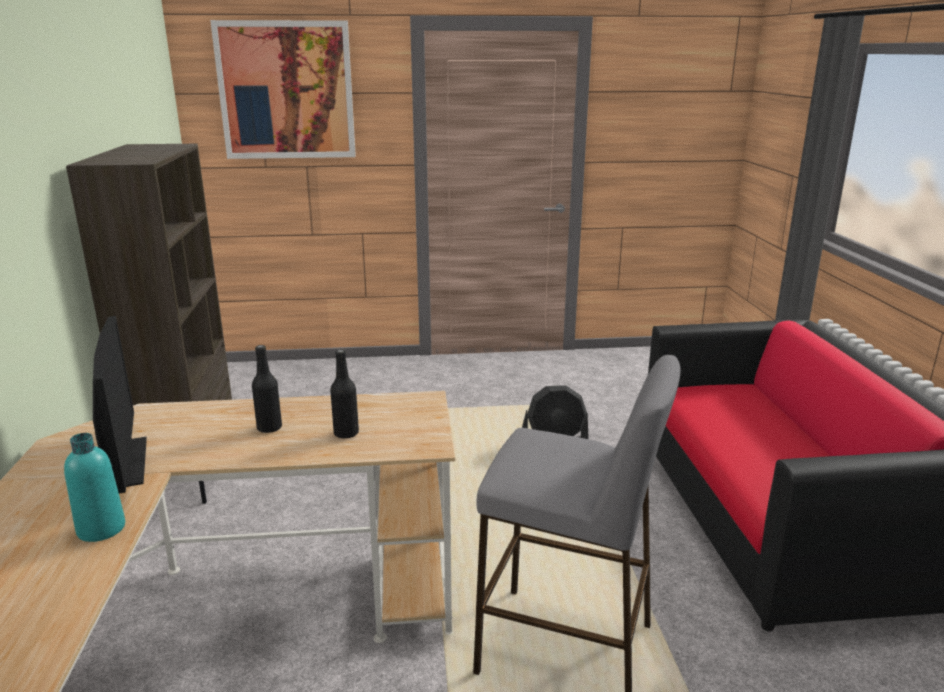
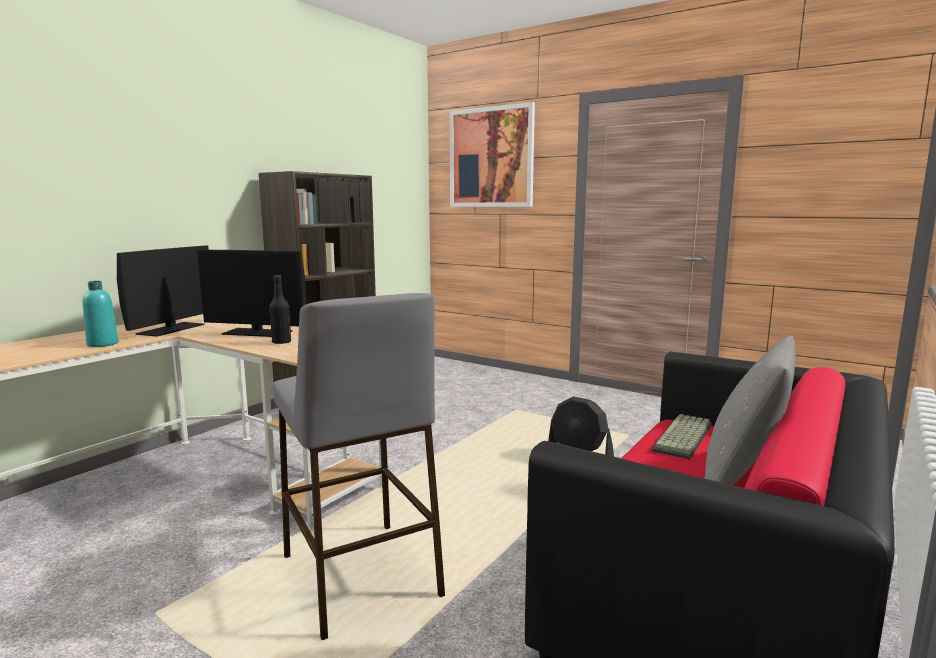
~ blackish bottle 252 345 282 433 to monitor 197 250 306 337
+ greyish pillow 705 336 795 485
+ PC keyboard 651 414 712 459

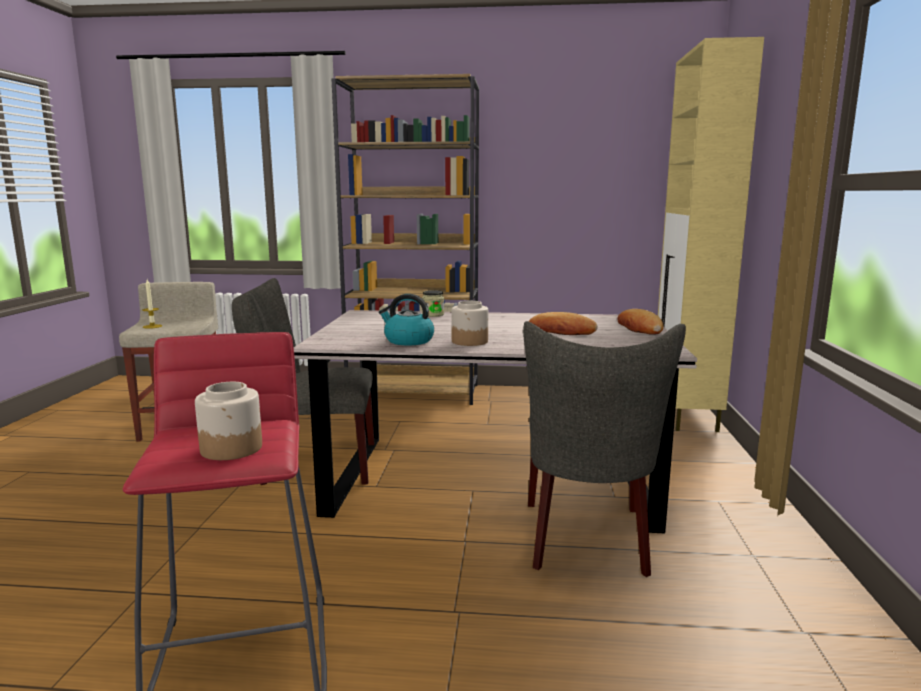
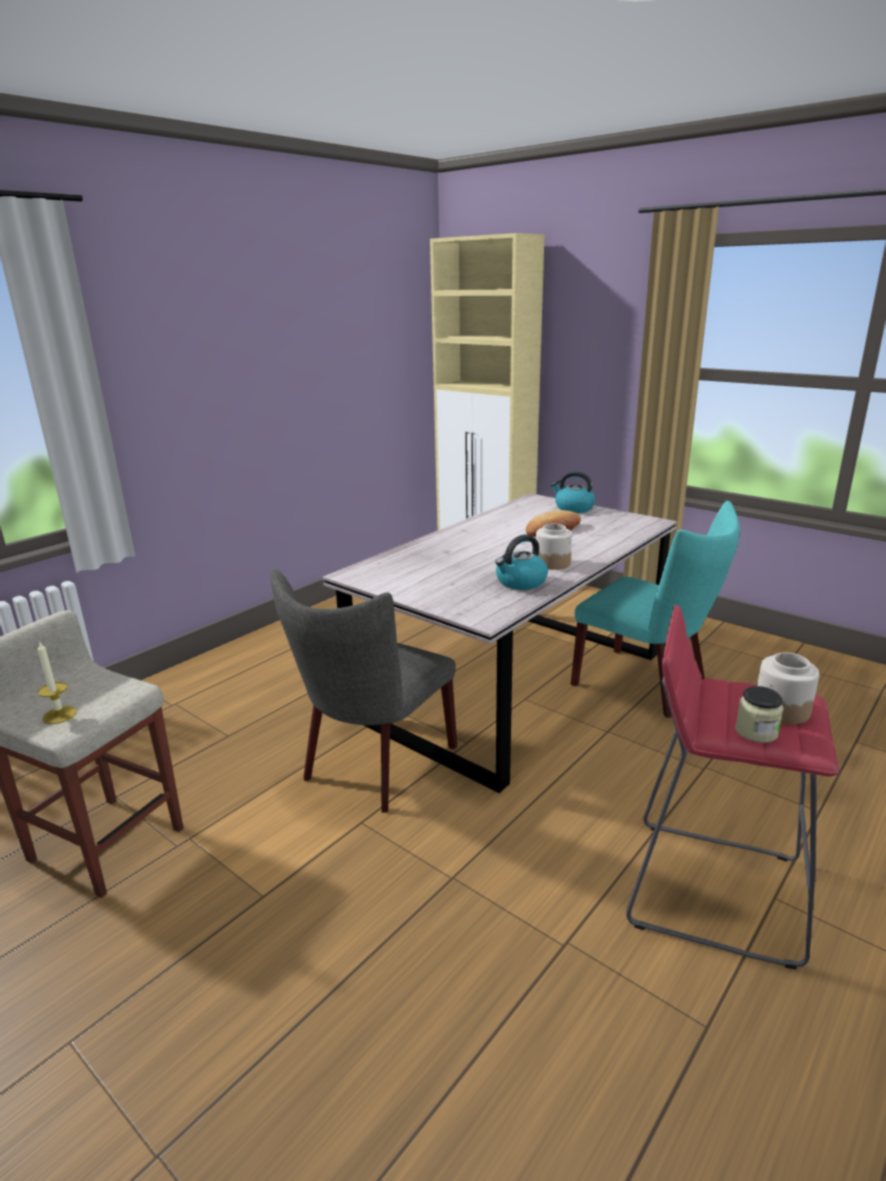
- brown-coloured bookshelf 332 74 479 405
~ preserve jar 422 290 444 317 to 735 686 783 743
~ bakery bread 617 309 664 335 to kettle 551 471 595 513
~ greyish upright chair 523 321 686 577 to turquoise upright chair 571 501 740 718

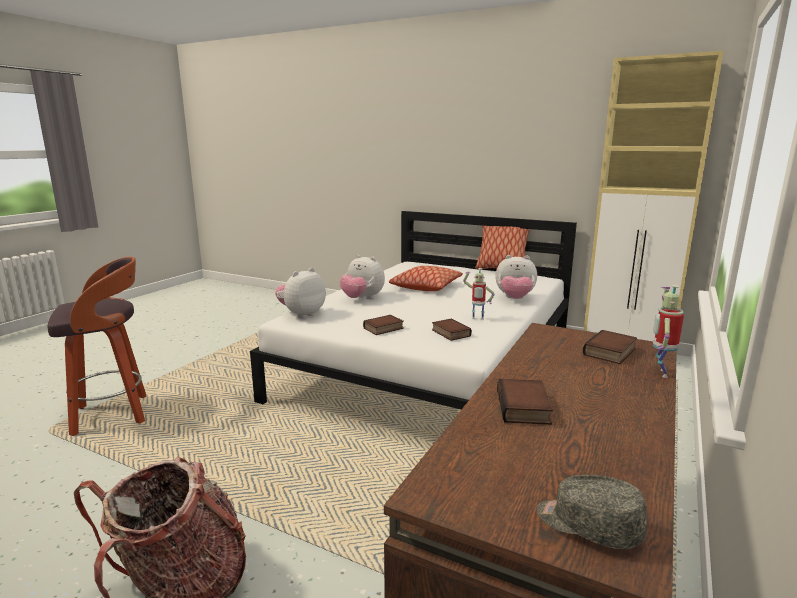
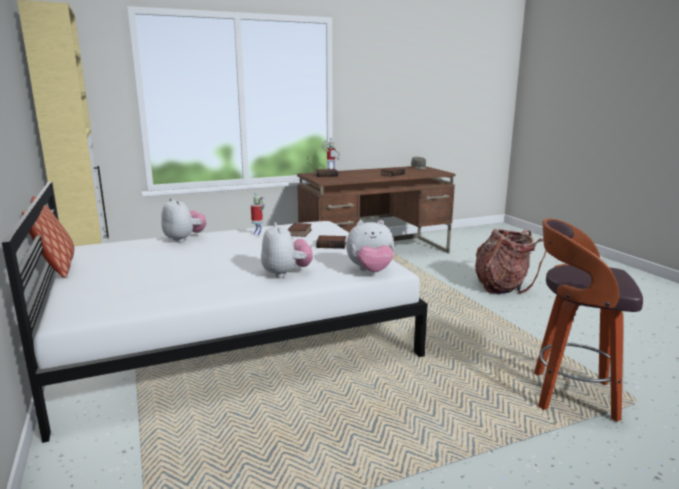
- pillow 389 266 463 291

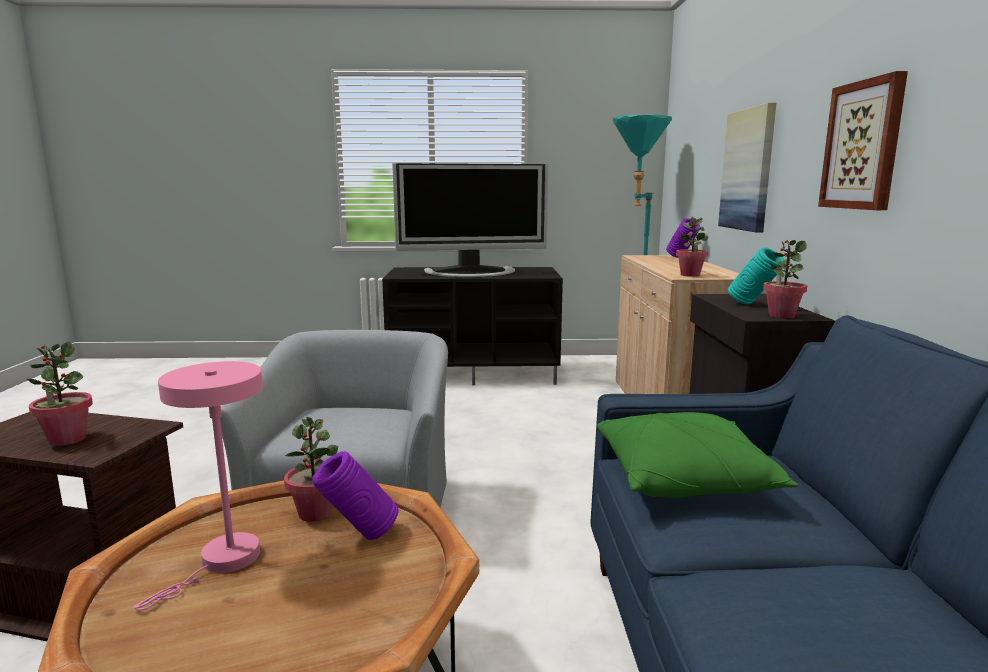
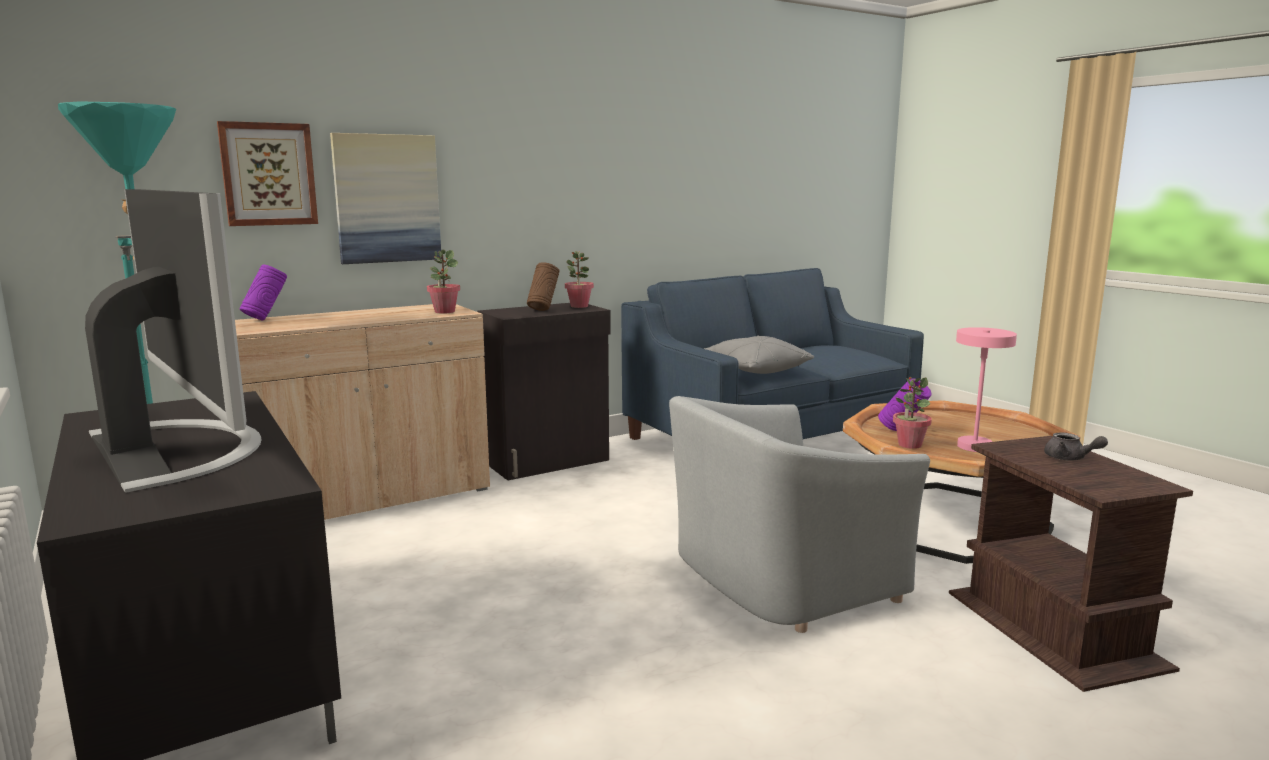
~ picture 818 71 908 210 to 217 121 318 226
~ turquoise flower vase 728 247 785 305 to brown-coloured flower vase 527 262 559 311
~ potted plant 27 342 93 446 to greyish teapot 1044 432 1108 461
~ green pillow 597 412 799 498 to greyish pillow 704 336 814 374

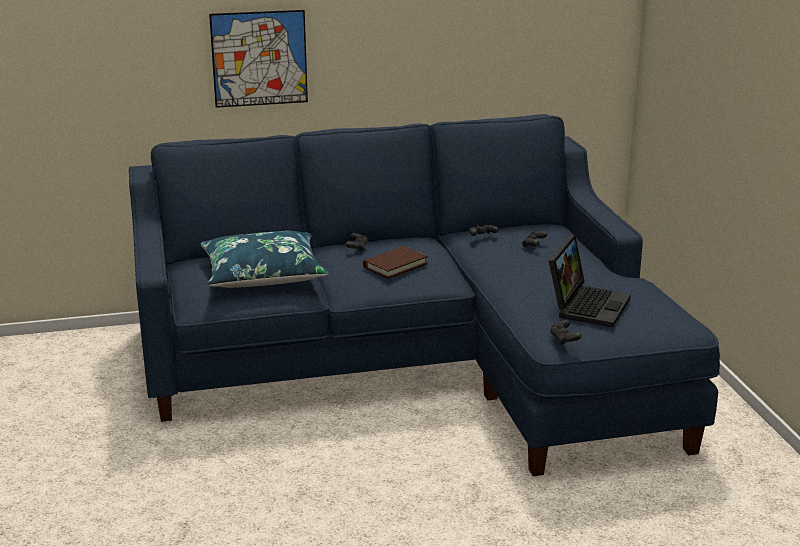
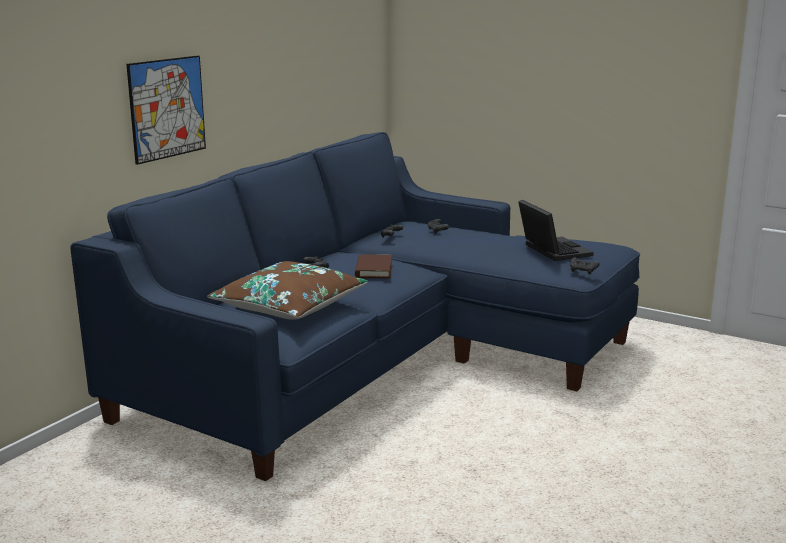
~ bluish pillow 200 231 329 288 to brown-coloured pillow 207 261 368 320

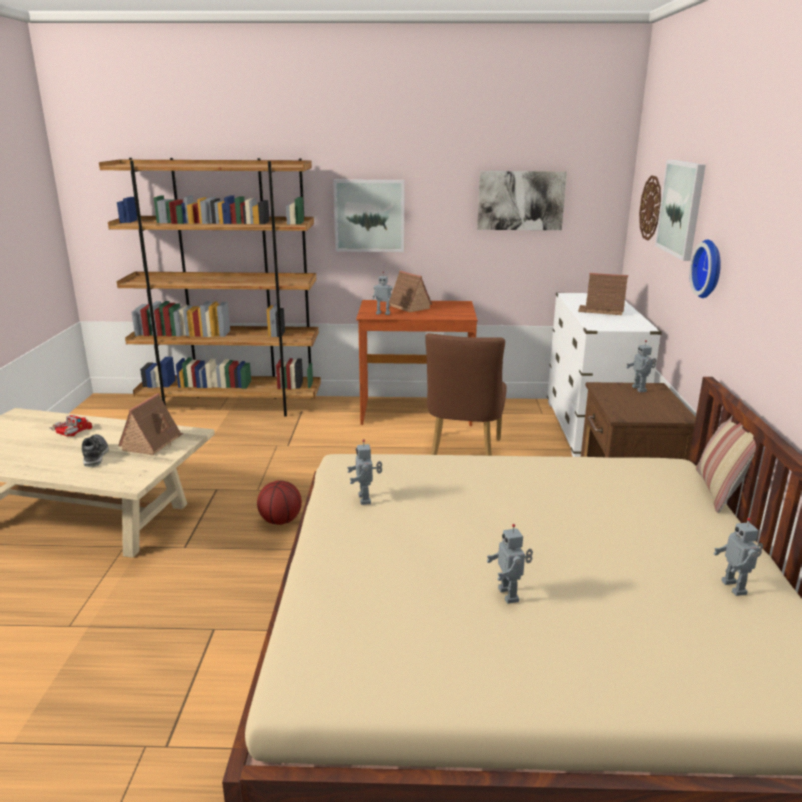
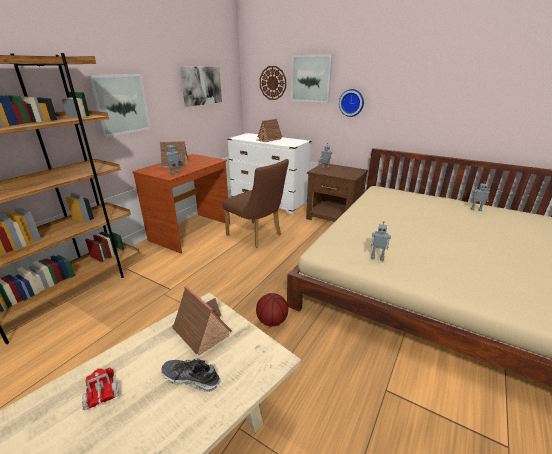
- pillow 696 398 756 513
- model robot 487 524 533 604

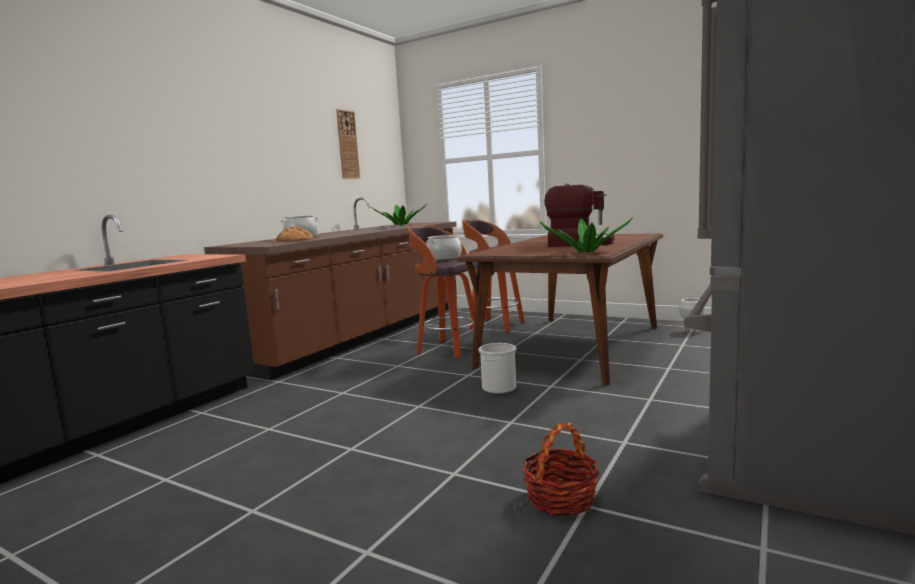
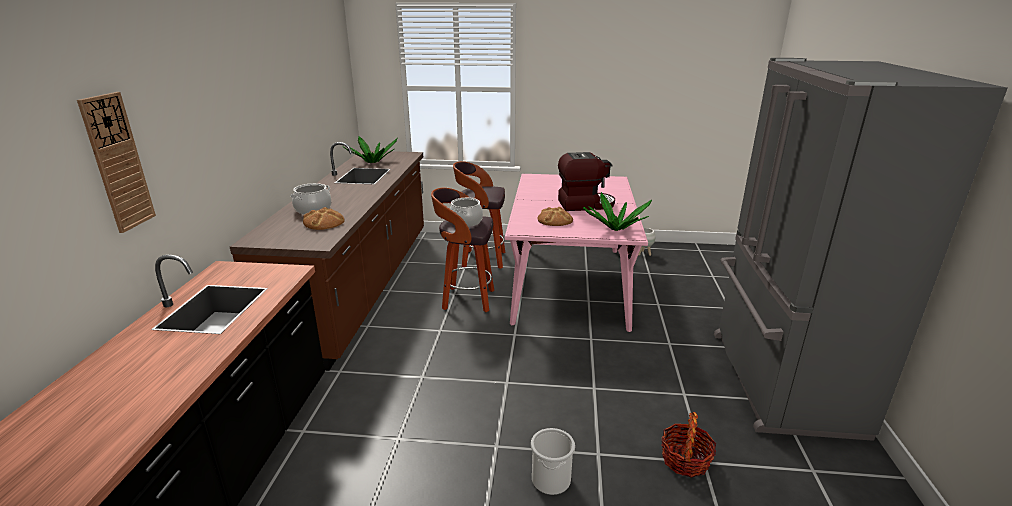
~ hanging clock 336 109 360 178 to 77 92 156 233
~ brown-coloured dinner table 457 233 663 385 to pink dinner table 505 174 648 332
~ water bucket 478 343 516 394 to 531 428 575 495
+ bakery bread 537 207 573 226

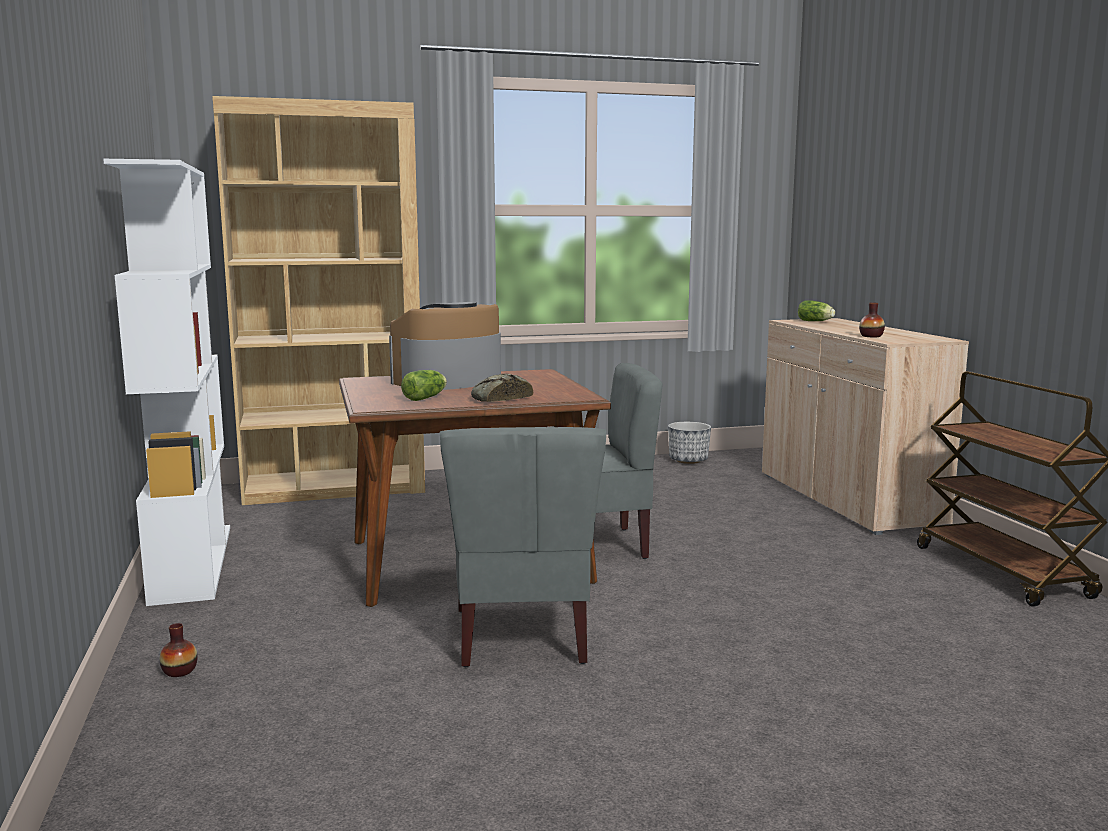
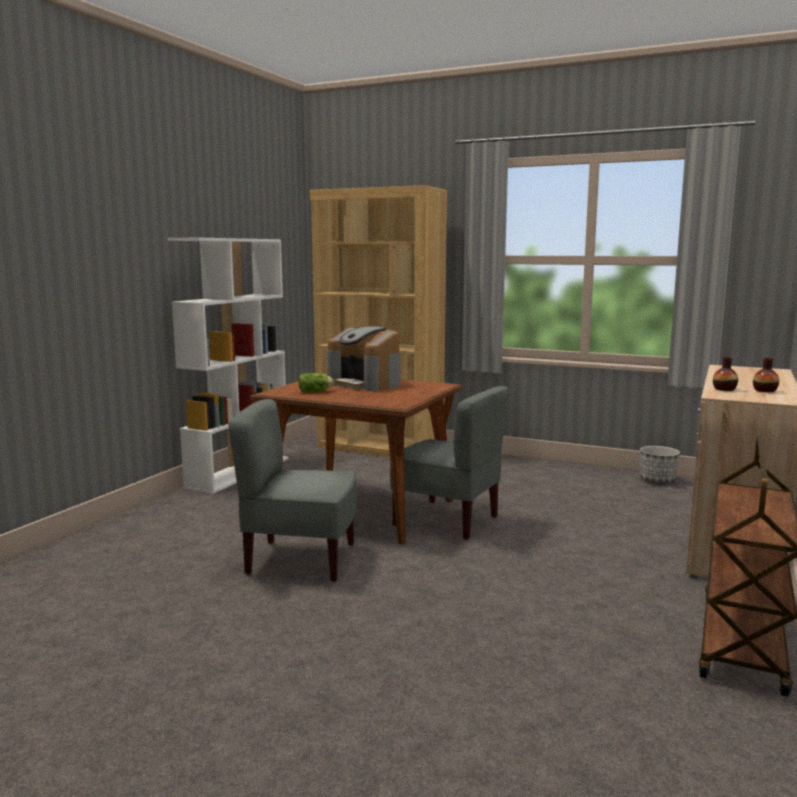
- head of lettuce 798 300 835 321
~ coffee machine 389 302 501 390 = 327 326 400 391 135 degrees counterclockwise
- bakery bread 471 373 533 402
~ greyish upright chair 440 427 606 667 = 228 399 357 582 60 degrees clockwise
~ flower vase 159 623 198 677 to 753 358 779 392

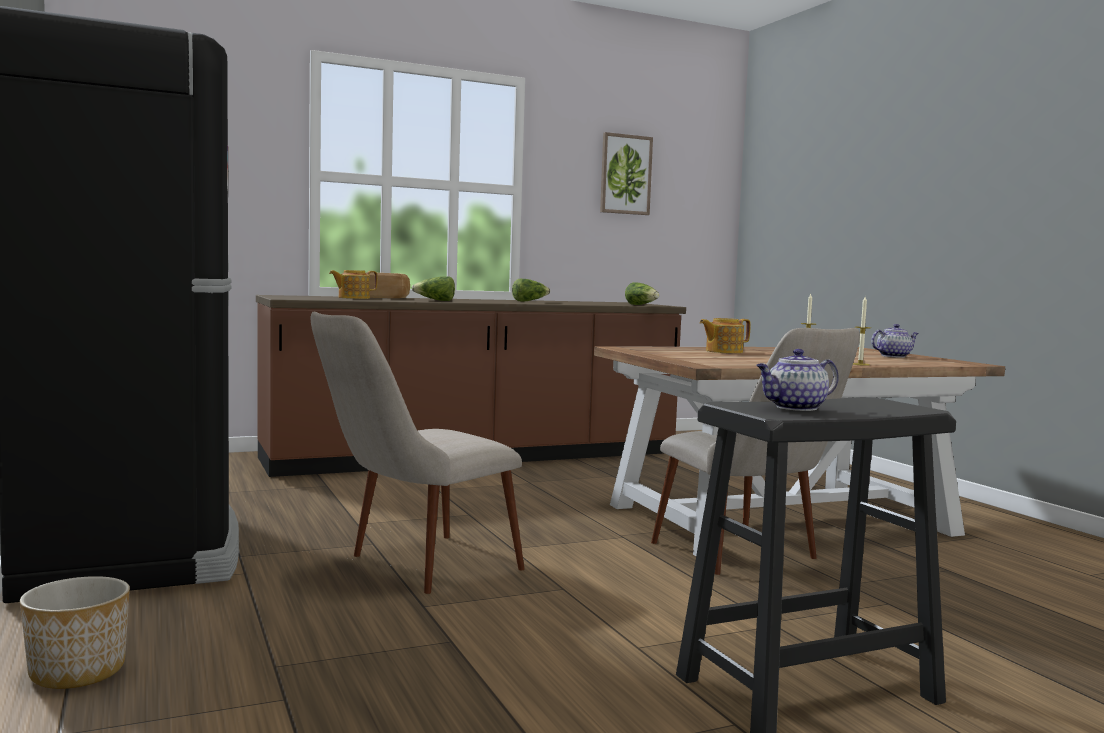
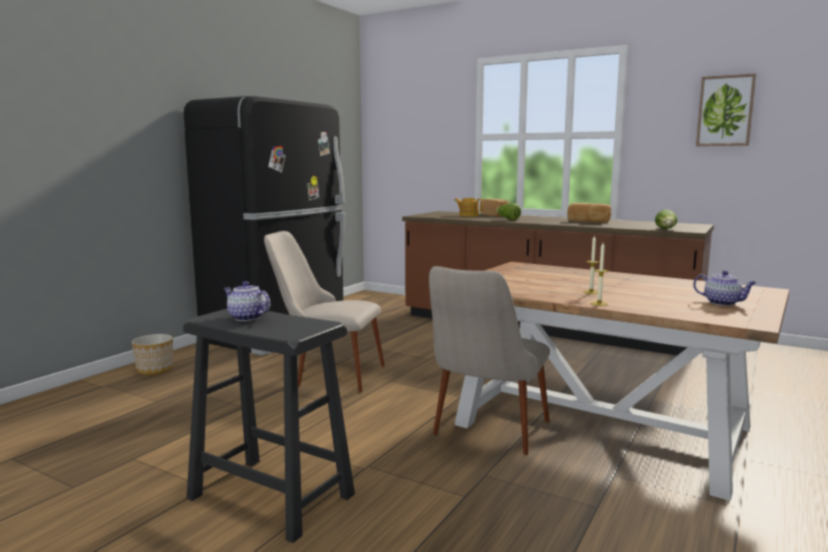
~ head of lettuce 512 279 550 302 to bakery bread 567 203 611 222
- teapot 700 318 751 353

